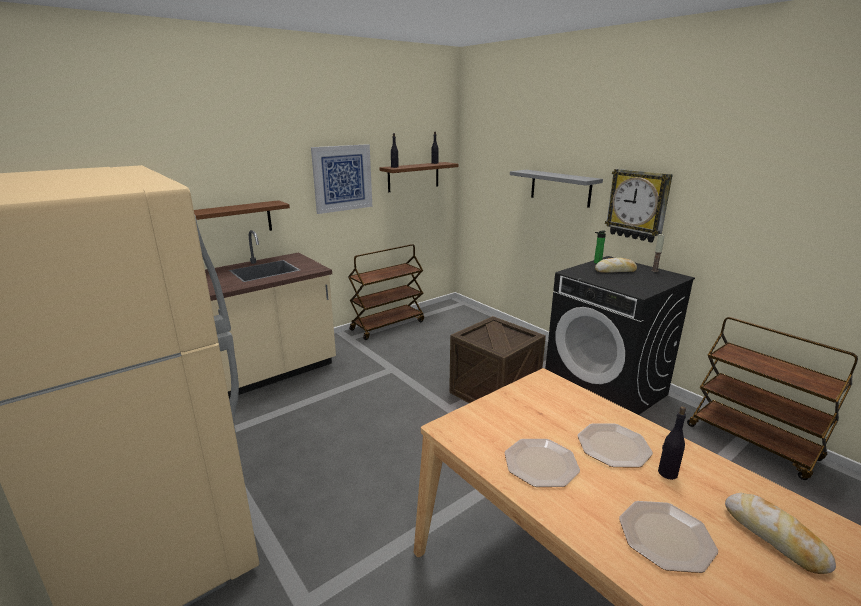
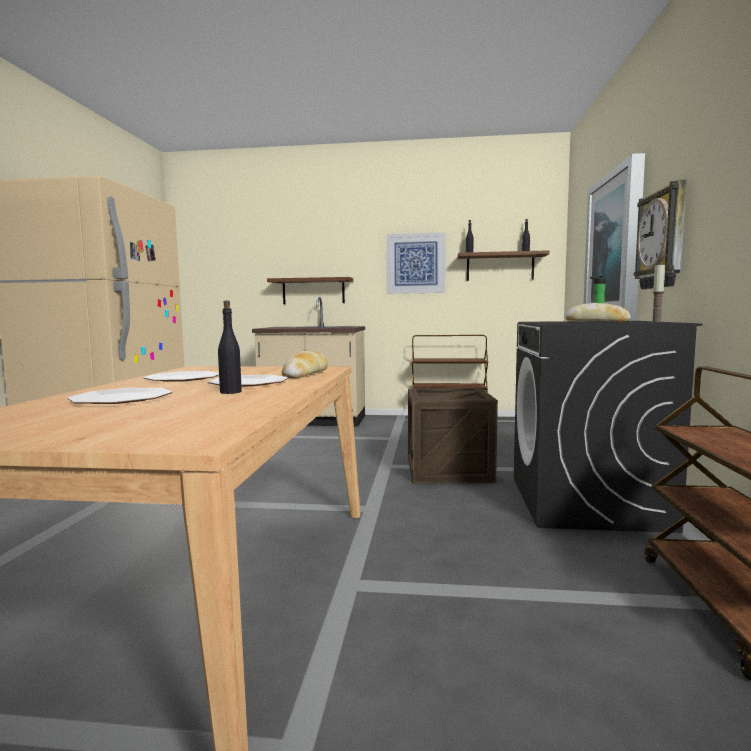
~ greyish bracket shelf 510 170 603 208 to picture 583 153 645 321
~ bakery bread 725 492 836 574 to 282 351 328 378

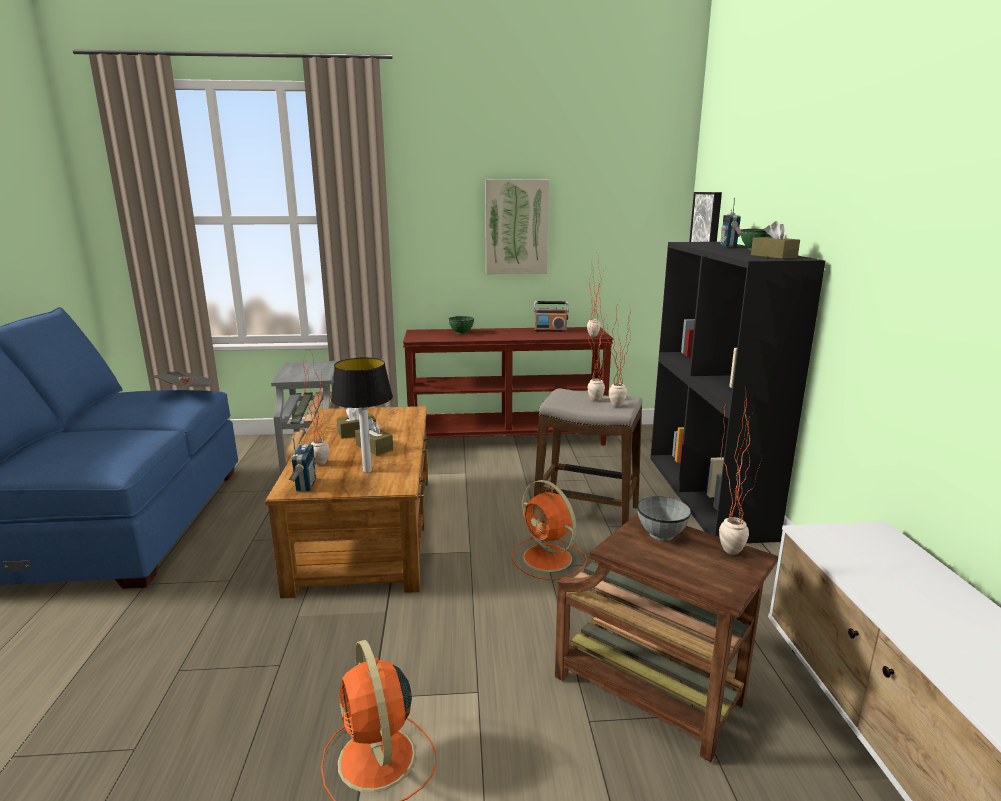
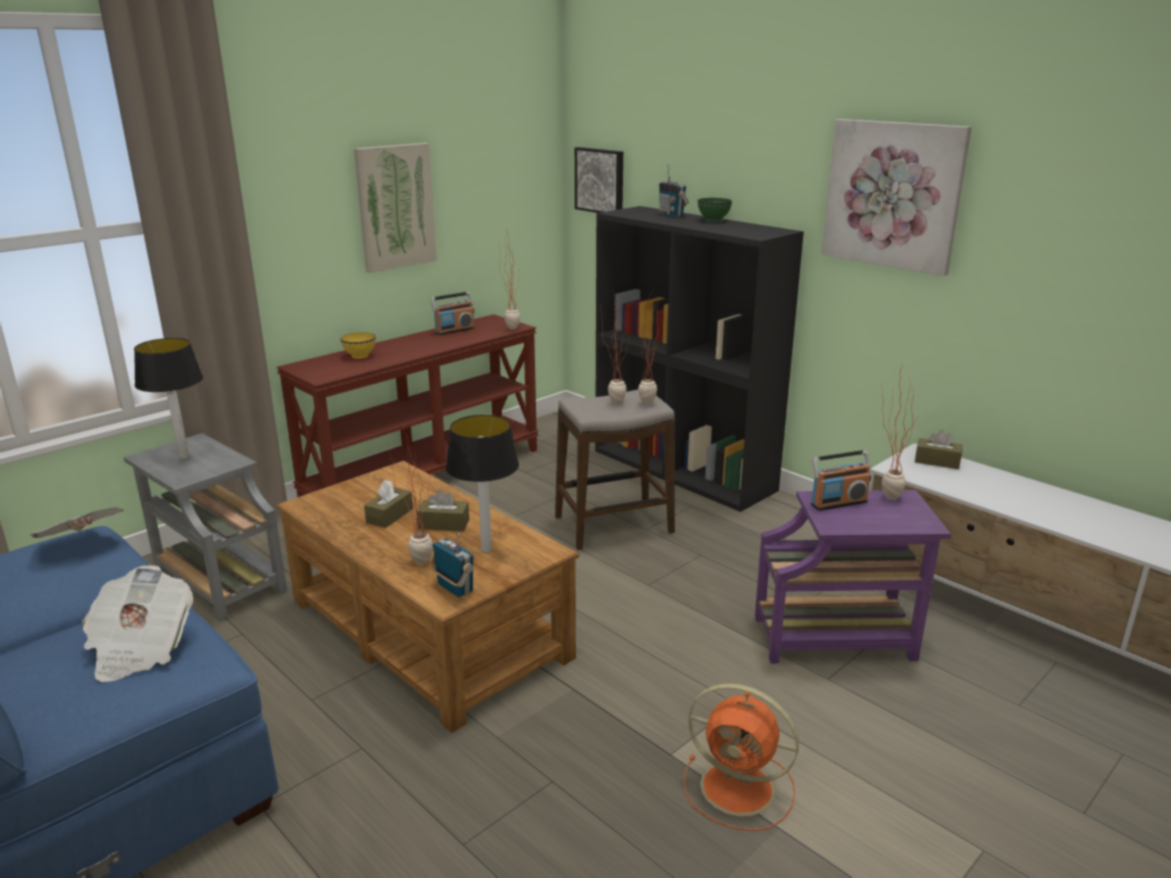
~ brown-coloured tissue box 751 221 800 259 to 915 429 963 469
~ green bowl 449 316 474 334 to yellow-coloured bowl 341 332 376 359
- orangey fan 511 480 587 580
~ greyish bowl 638 496 691 541 to radio set 811 450 871 511
~ brown-coloured side table 555 513 778 762 to purple side table 755 490 951 664
+ picture 821 119 972 276
+ table lamp 134 338 203 459
+ daily paper 82 565 193 682

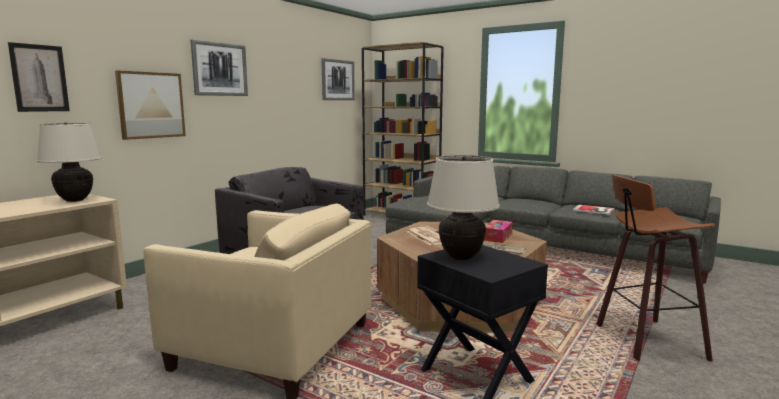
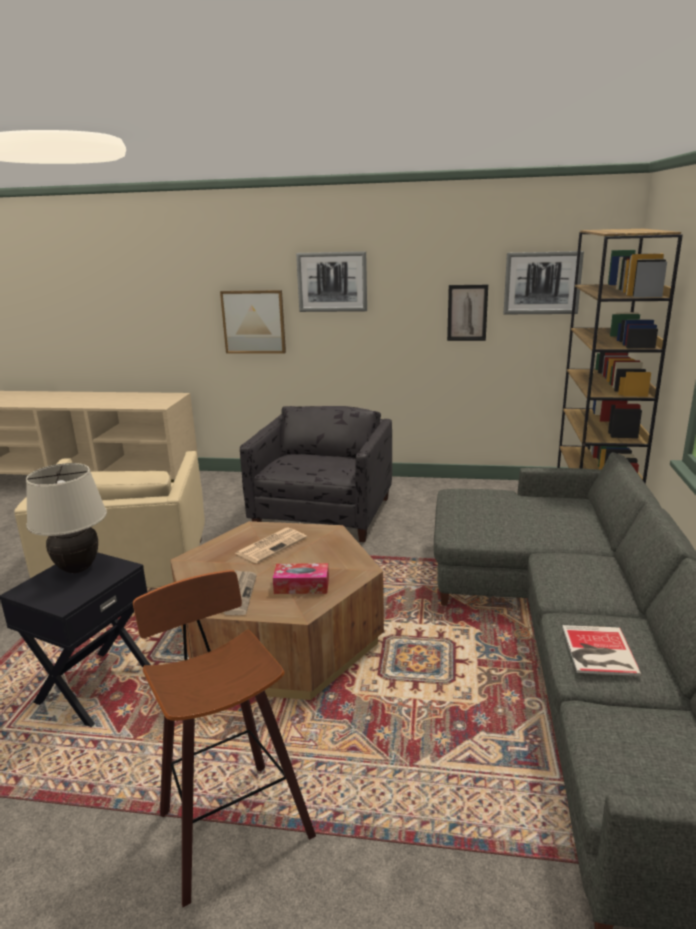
~ picture 8 42 70 112 to 447 285 488 341
- beige table lamp 37 122 101 202

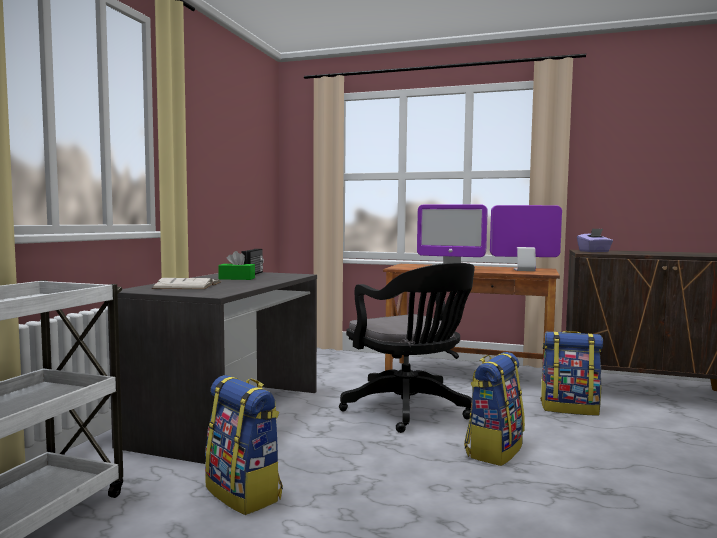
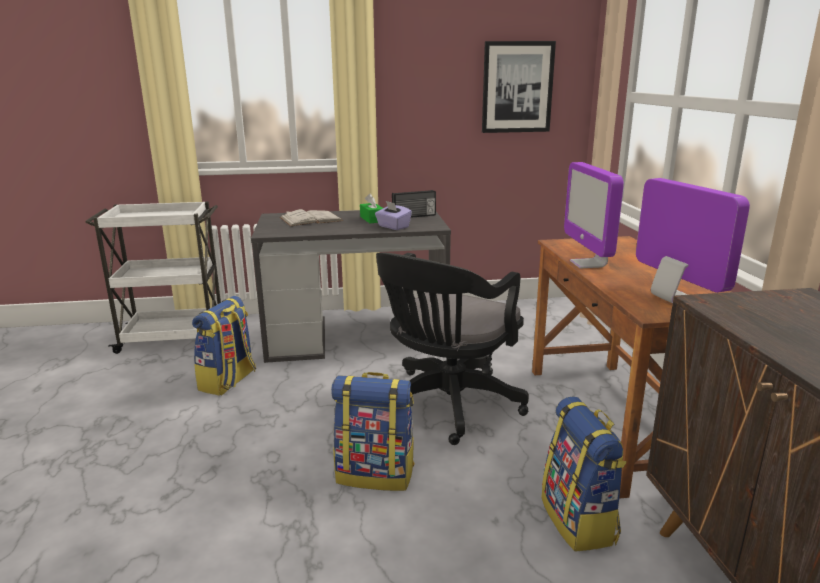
~ purple tissue box 577 228 613 252 to 375 201 412 230
+ picture 482 41 556 133

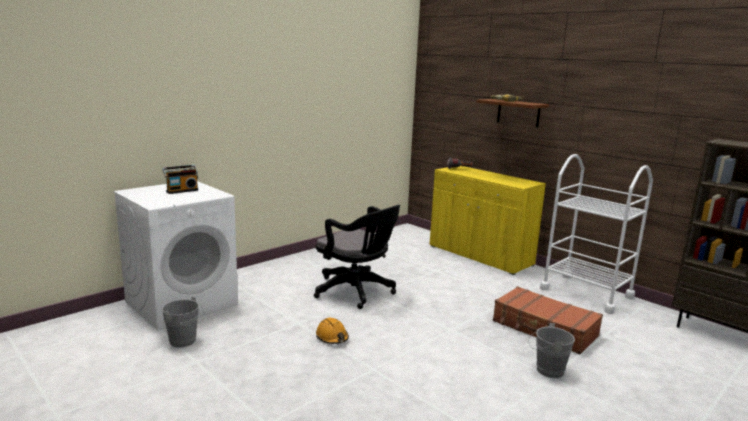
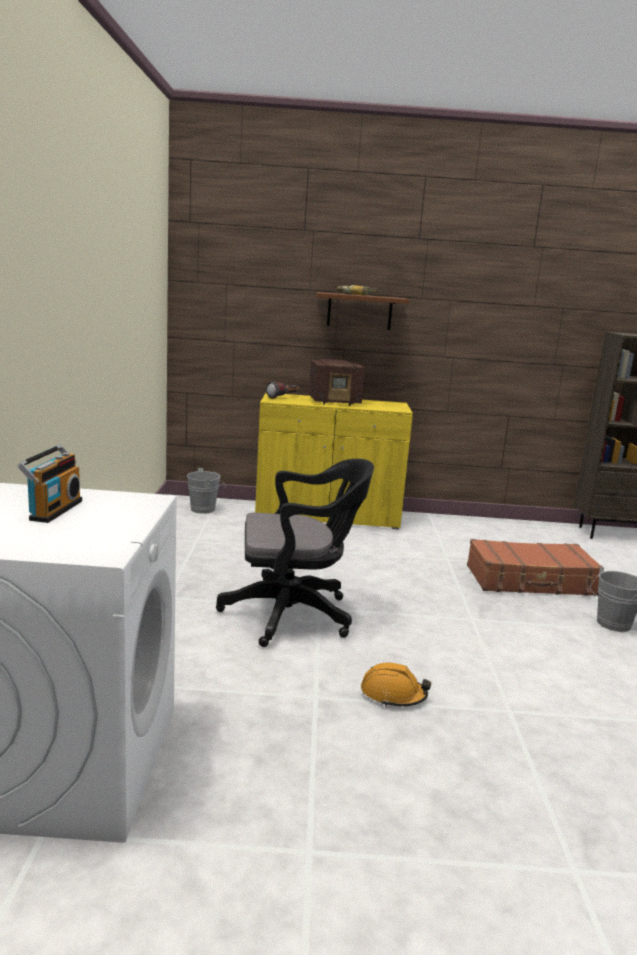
- whitish trolley 540 154 653 314
~ greyish water bucket 162 297 205 347 to 187 468 223 514
+ radio set 309 359 365 406

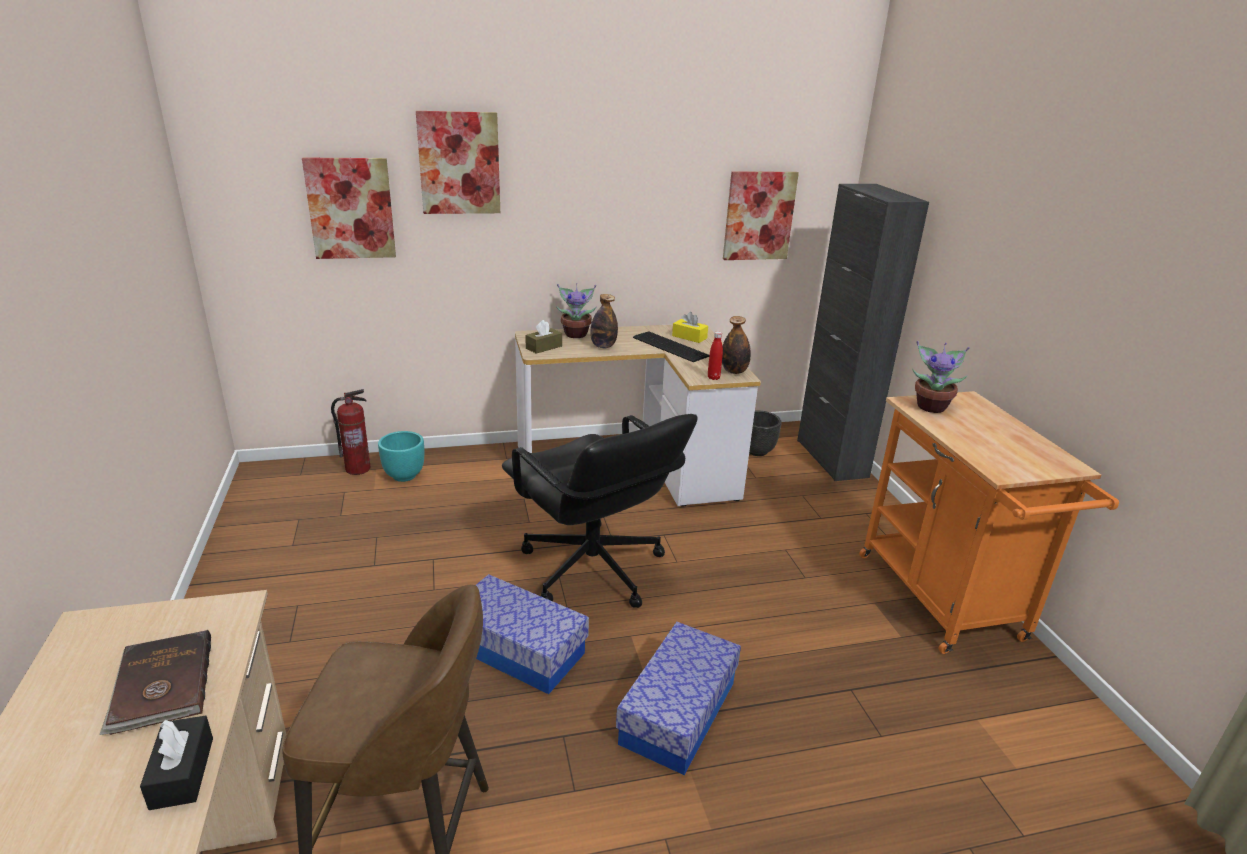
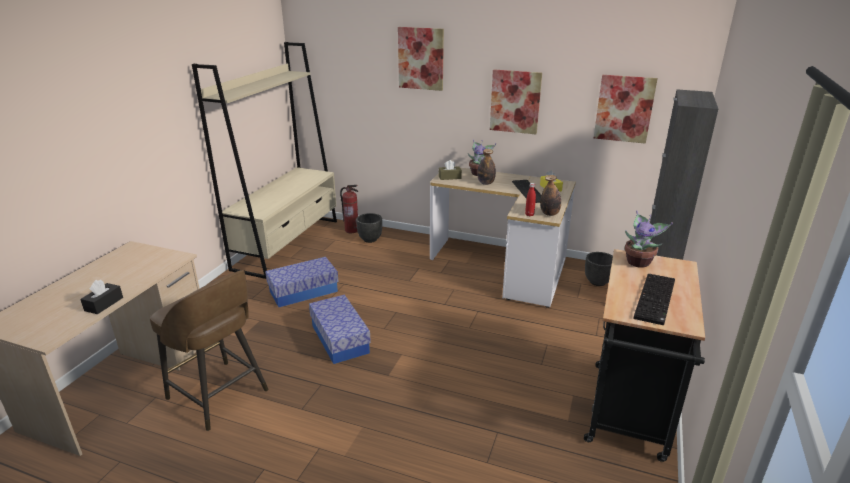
~ picture 302 158 396 259 to 490 70 542 134
~ orangey trolley 859 391 1119 654 to blackish trolley 584 249 705 462
- blackish computer chair 502 414 698 608
~ turquoise plant pot 378 431 424 482 to blackish plant pot 356 213 382 243
~ storage box 616 622 741 775 to 265 257 338 307
- brown-coloured bound book 99 630 211 735
+ beige bookshelf 192 42 337 279
+ PC keyboard 633 274 675 325

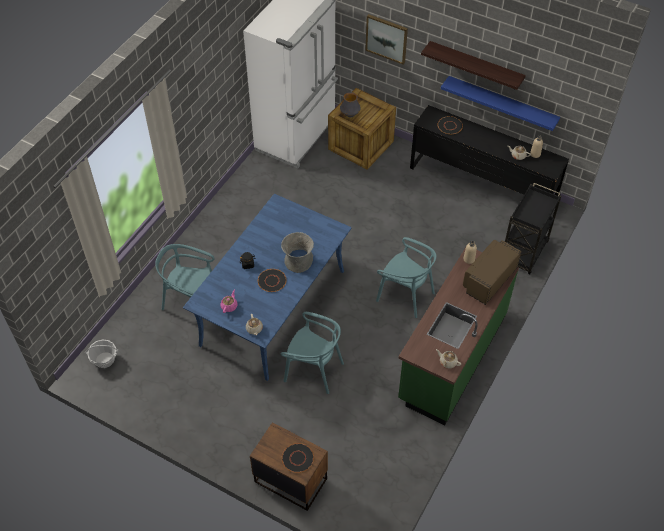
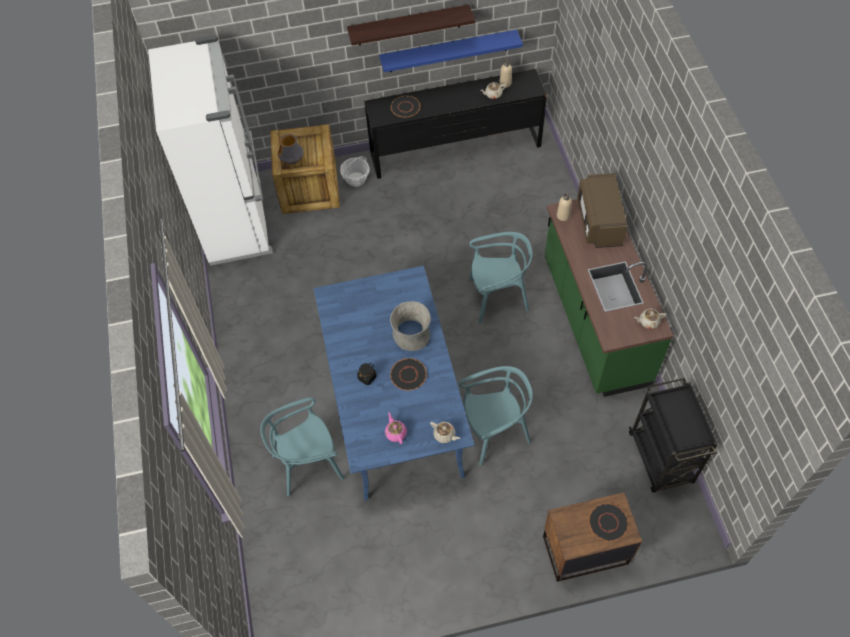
- picture 366 14 408 65
~ blackish trolley 505 183 561 274 to 629 378 718 493
~ storage basket 85 339 119 368 to 340 157 370 187

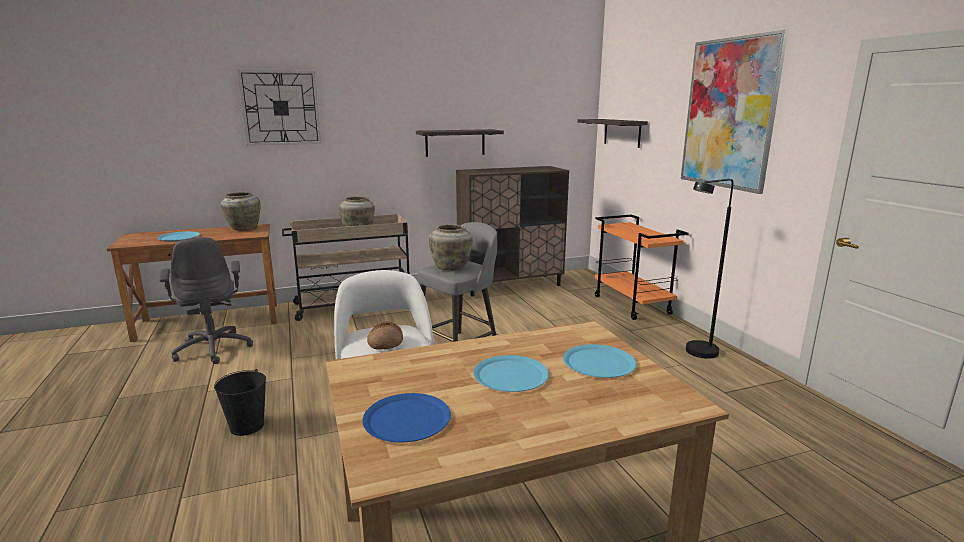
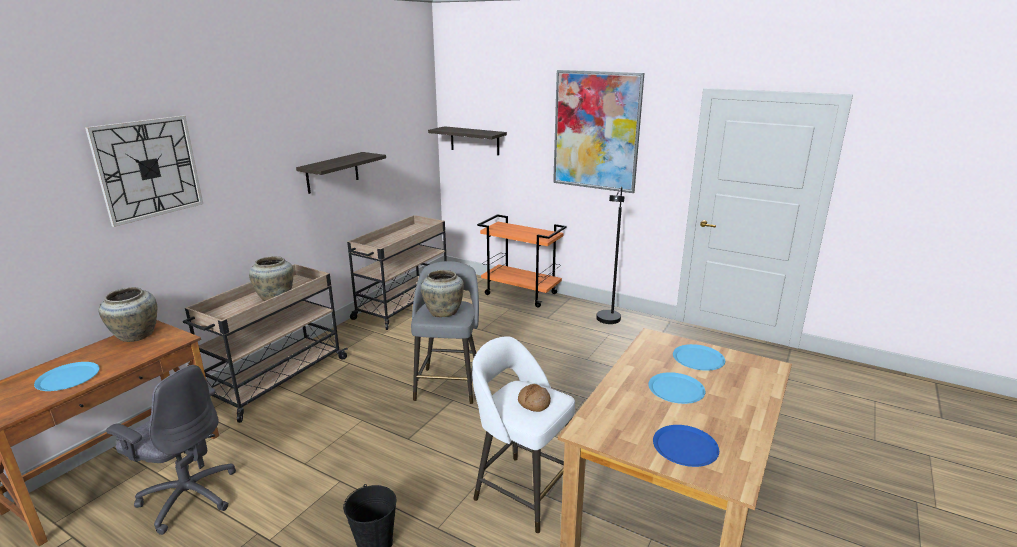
~ brown-coloured cupboard 456 166 569 297 to beige trolley 347 215 447 330

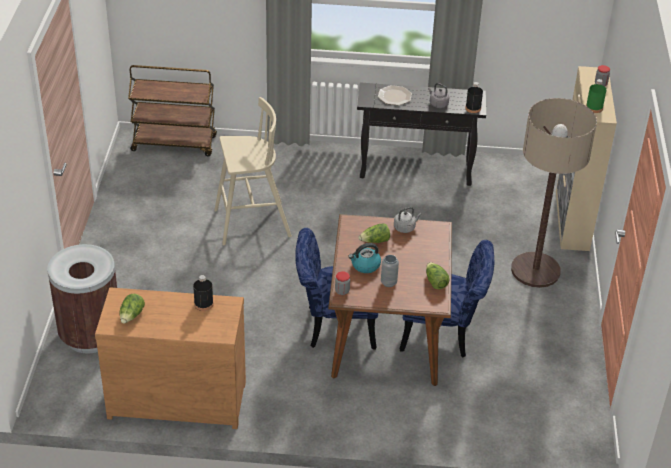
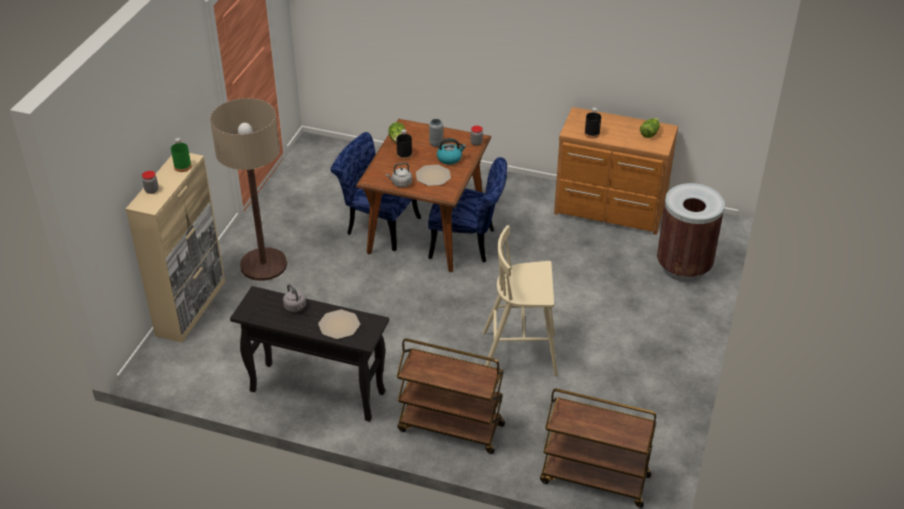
~ blackish bottle 465 82 483 113 to 396 129 412 160
~ head of lettuce 359 223 390 243 to plate 416 165 451 186
+ brown-coloured trolley 397 338 505 454

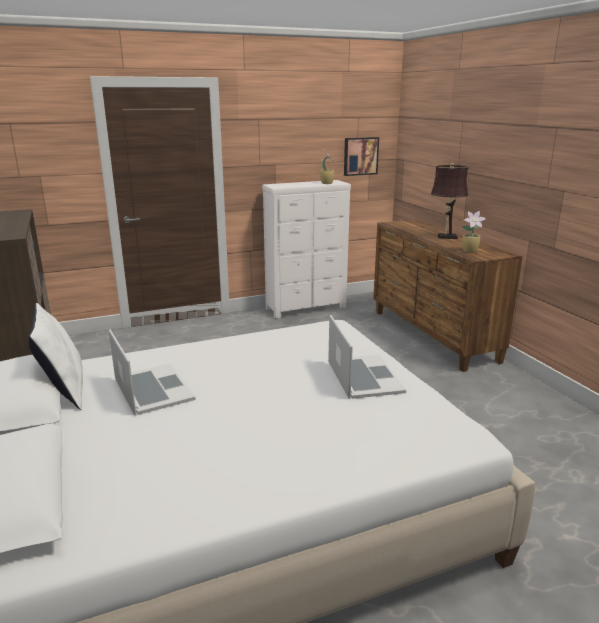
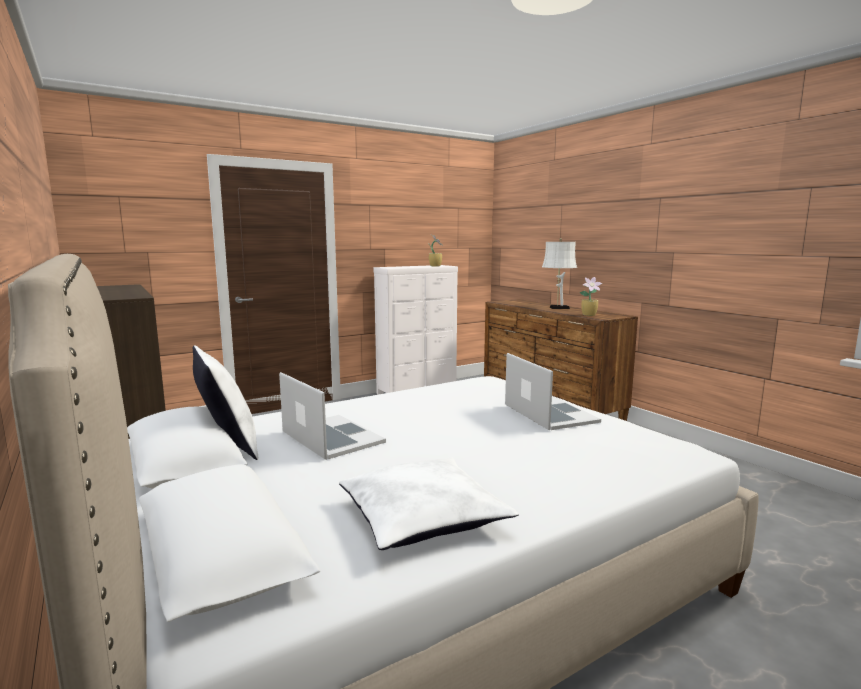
- picture 344 137 379 176
~ brown-coloured table lamp 431 163 469 239 to whitish table lamp 542 238 577 309
+ whitish pillow 339 457 519 550

